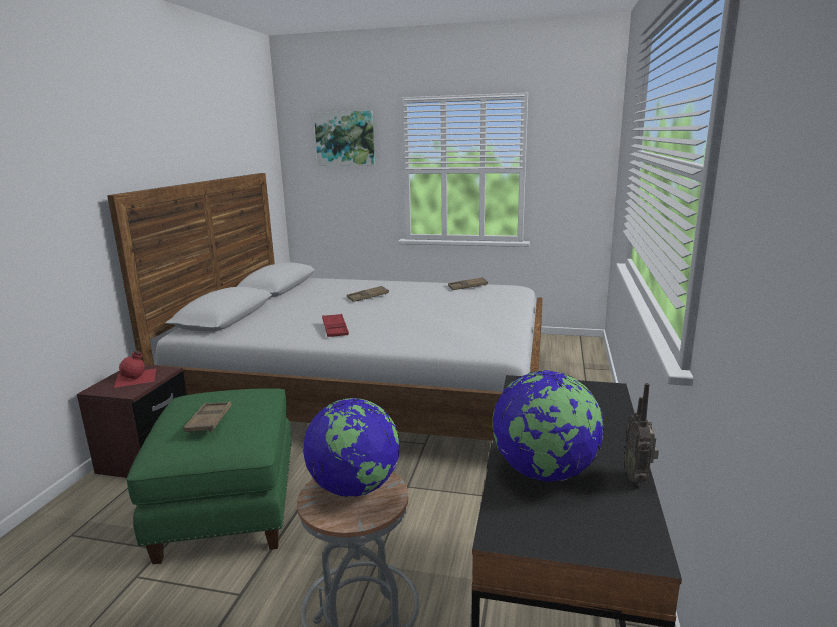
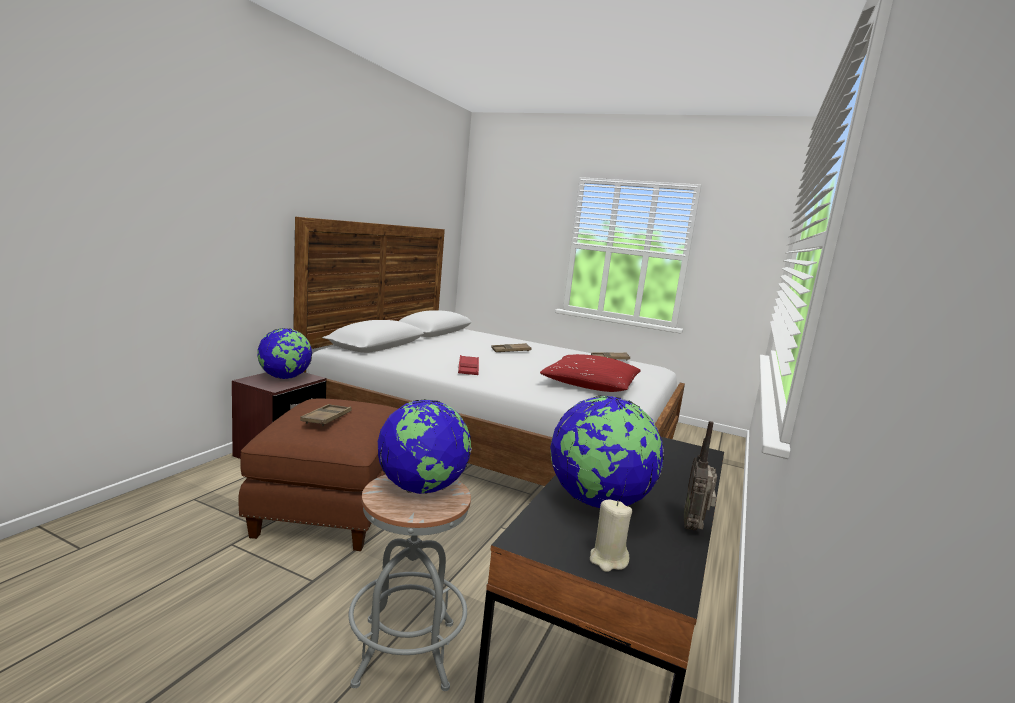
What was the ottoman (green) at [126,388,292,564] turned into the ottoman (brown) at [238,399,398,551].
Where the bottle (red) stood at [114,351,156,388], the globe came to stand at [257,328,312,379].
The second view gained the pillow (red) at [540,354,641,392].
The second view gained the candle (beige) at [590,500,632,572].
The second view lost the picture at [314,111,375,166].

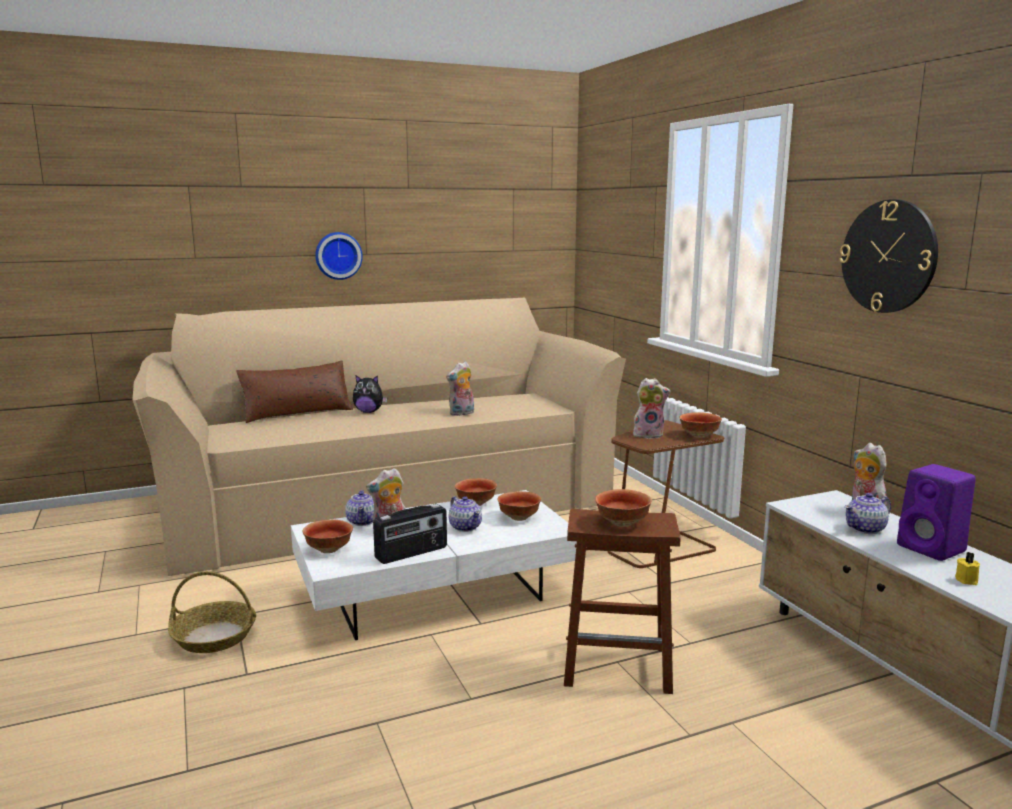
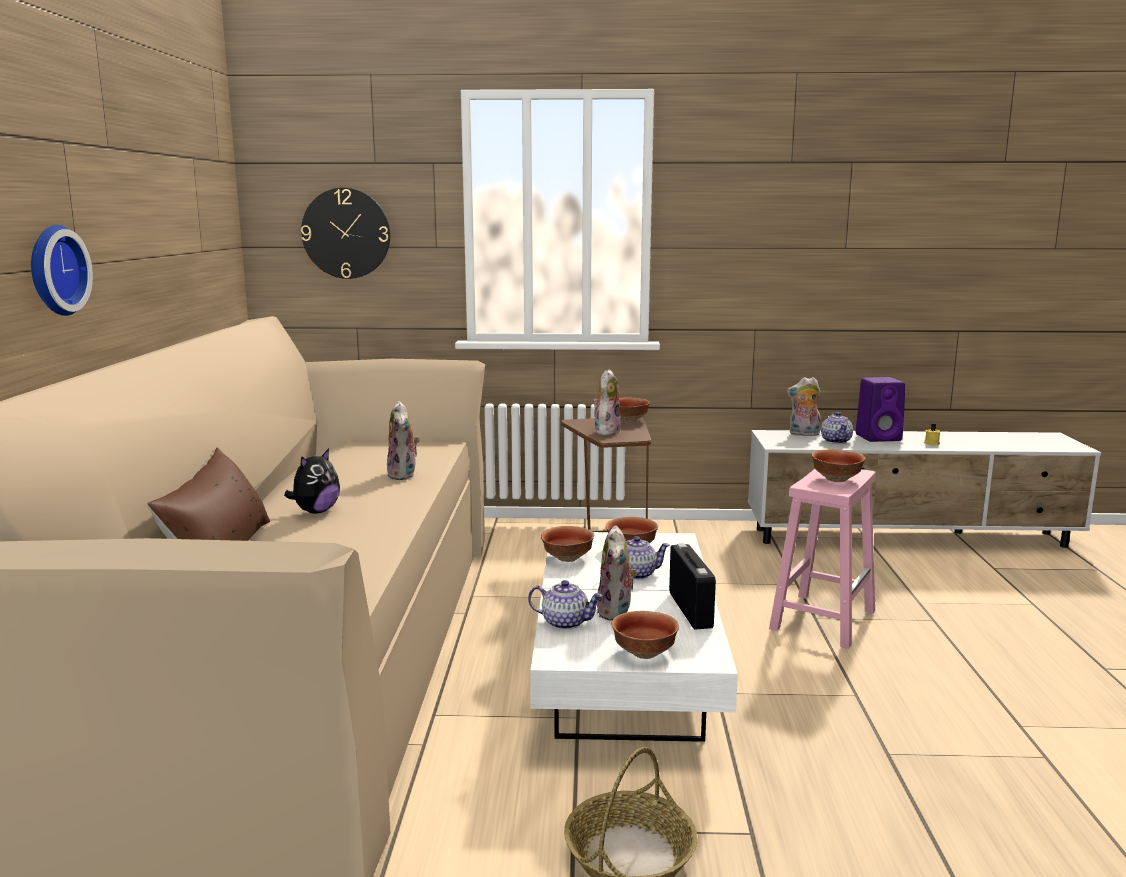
The wall clock ended up elsewhere, having gone from [839,199,938,313] to [301,188,390,279].
What was the stool (brown) at [564,509,680,694] turned into the stool (pink) at [769,469,876,649].

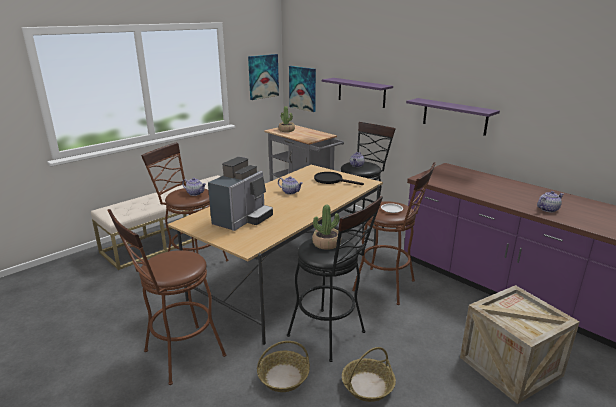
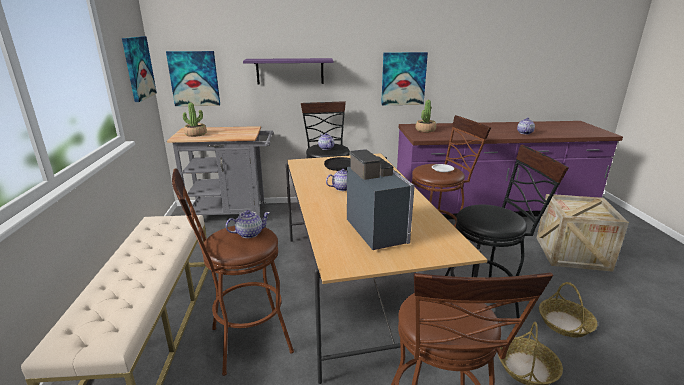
Where the shelf (purple) hung at [406,98,500,136], the picture came to hang at [381,52,428,105].
The potted plant ended up elsewhere, having gone from [312,204,341,250] to [416,100,436,132].

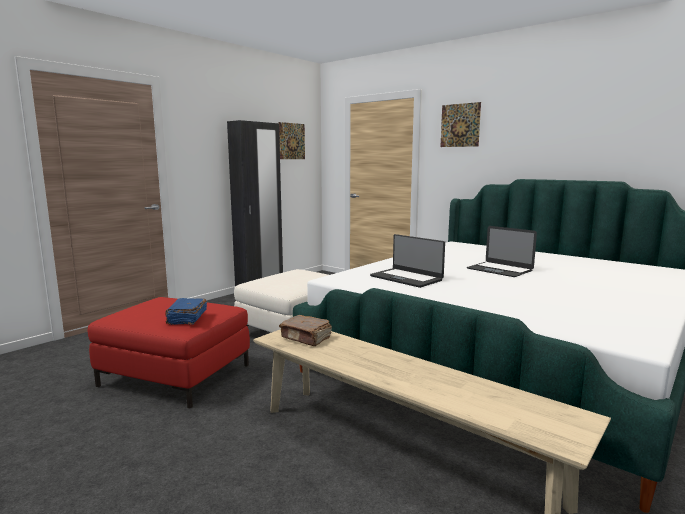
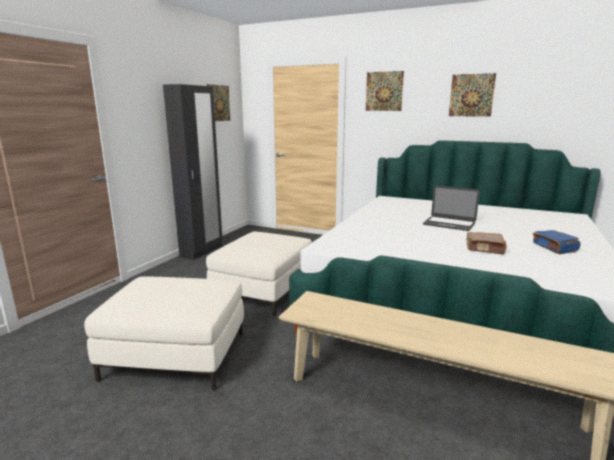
What was the ottoman (red) at [88,297,250,409] turned into the ottoman (white) at [84,276,244,390].
The second view gained the picture at [449,73,496,117].
The book (brown) ended up elsewhere, having gone from [279,315,332,346] to [466,232,507,254].
The book (blue) ended up elsewhere, having gone from [165,298,207,325] to [533,230,581,254].
The second view lost the laptop at [370,234,445,288].

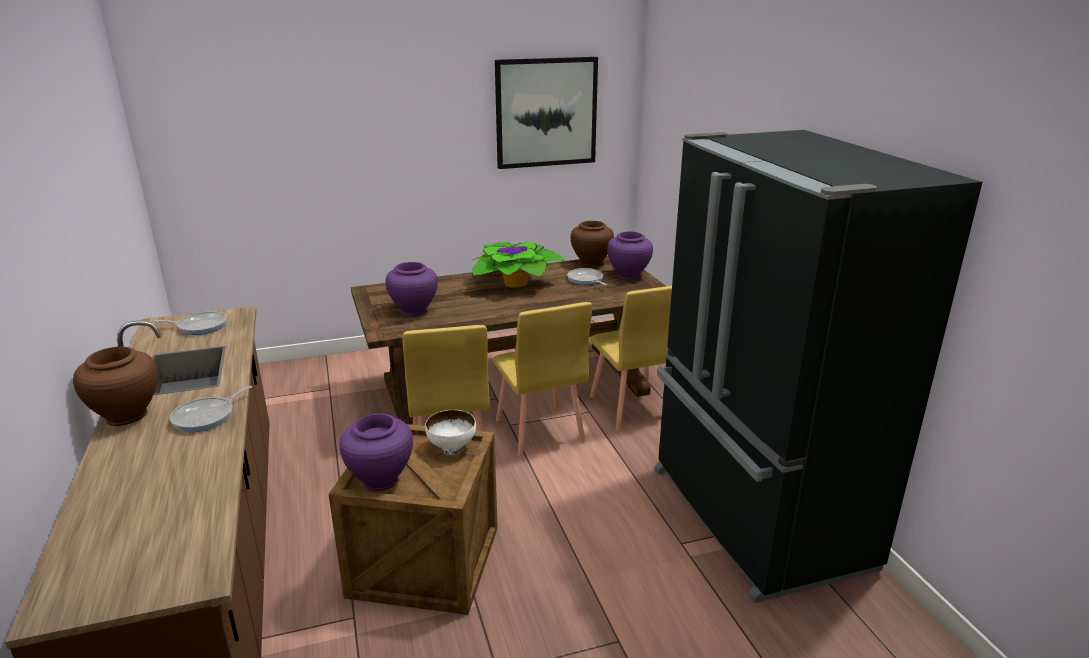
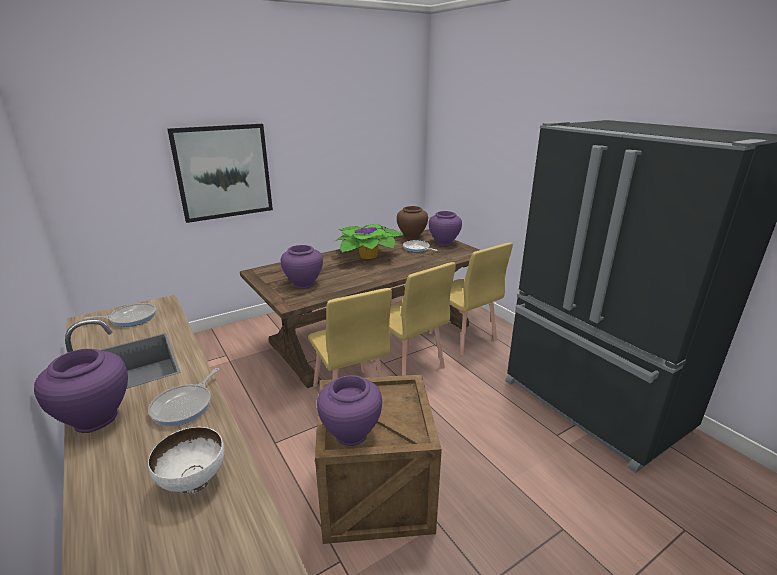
What was the vase (brown) at [73,346,158,426] turned into the vase (purple) at [34,349,128,433].
The bowl (white) ended up elsewhere, having gone from [425,410,476,455] to [148,427,225,494].
The picture ended up elsewhere, having gone from [495,57,598,169] to [167,124,273,223].

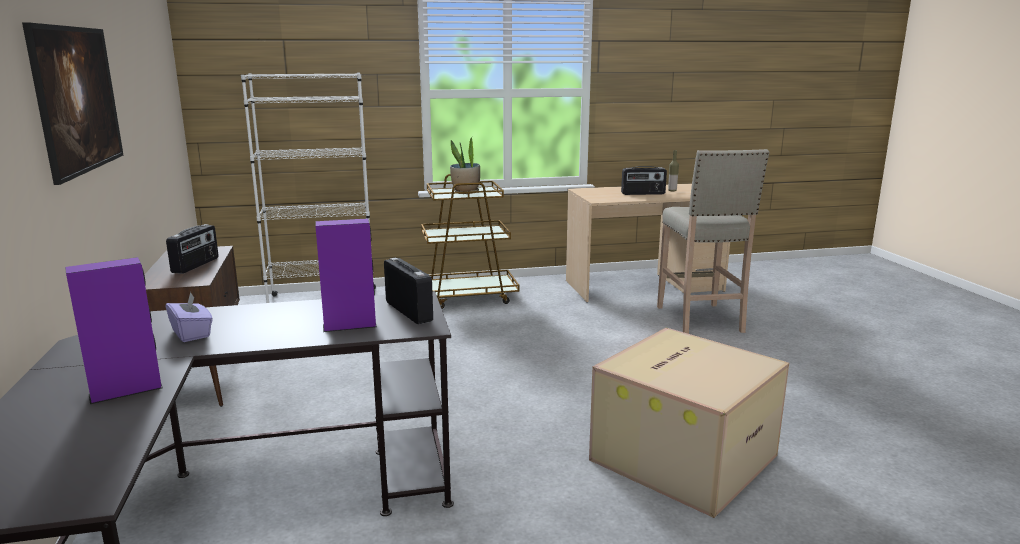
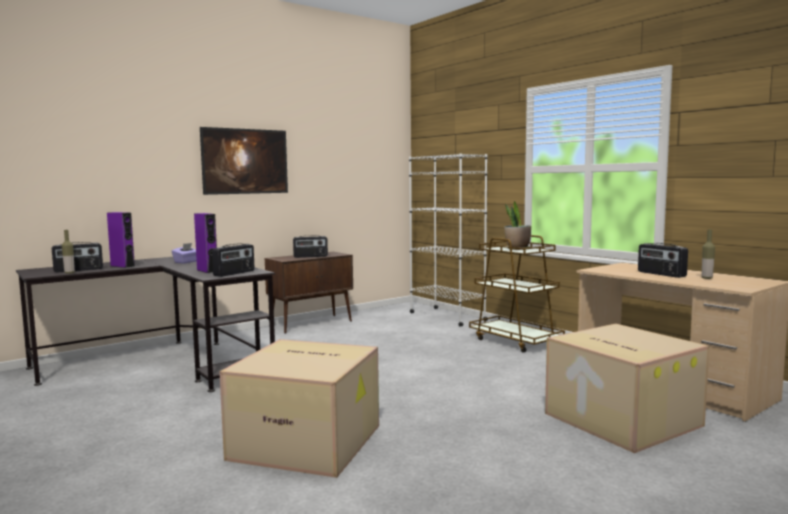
The second view gained the radio at [52,242,103,272].
The second view gained the bottle at [62,230,75,274].
Where the stool (beige) stood at [657,149,769,334], the cardboard box came to stand at [545,324,709,453].

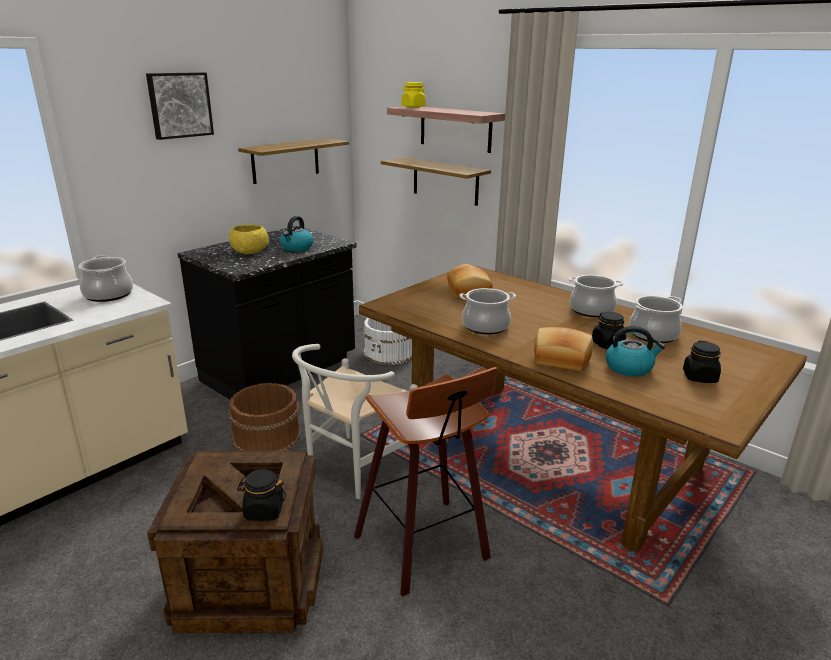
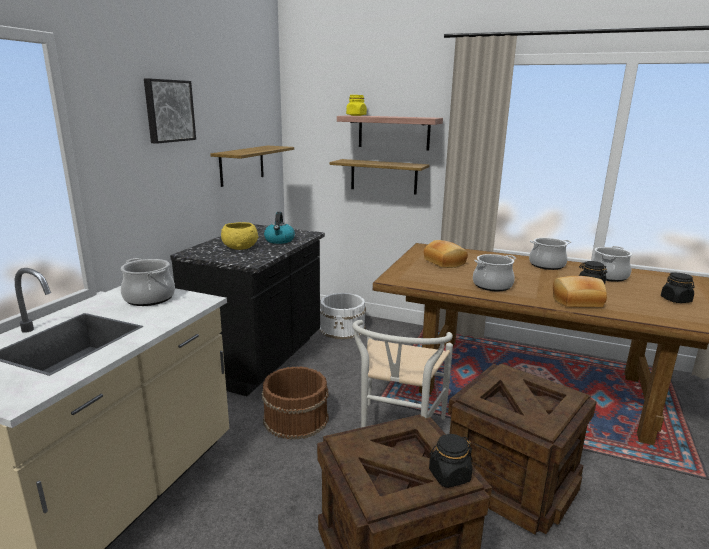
Where the stool stood at [354,367,498,597], the crate came to stand at [448,363,596,534].
The second view lost the kettle at [606,326,665,377].

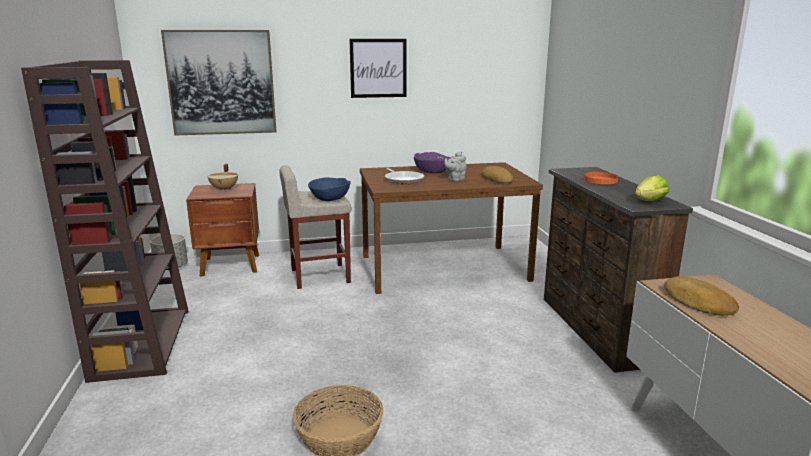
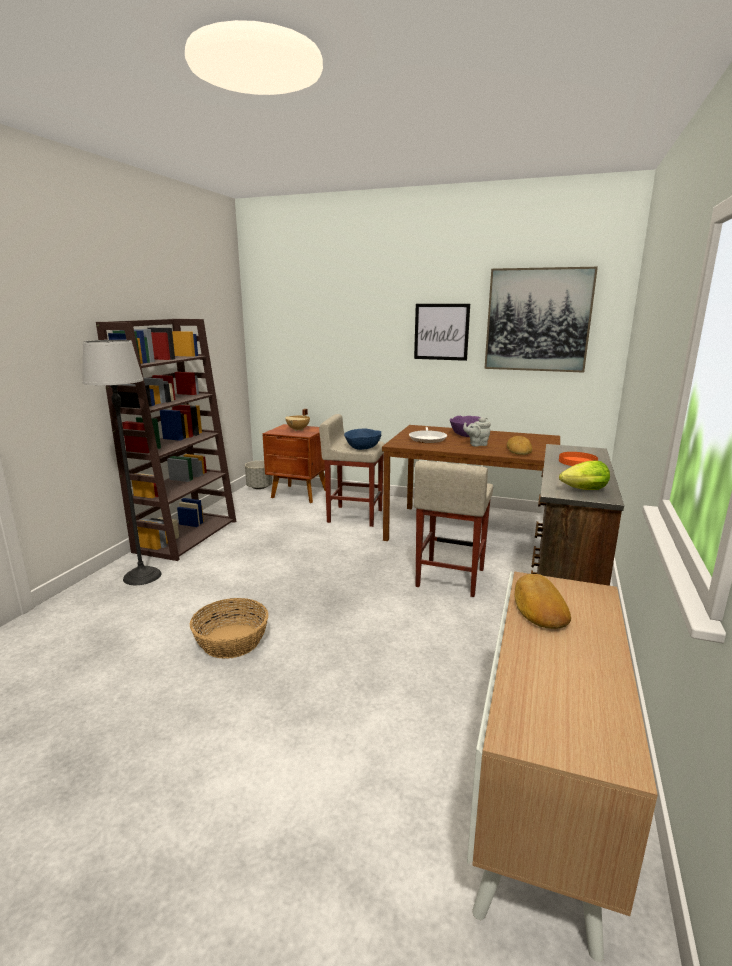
The second view gained the floor lamp at [82,340,161,585].
The second view gained the stool (beige) at [414,461,493,597].
The picture ended up elsewhere, having gone from [161,30,277,136] to [484,267,598,373].

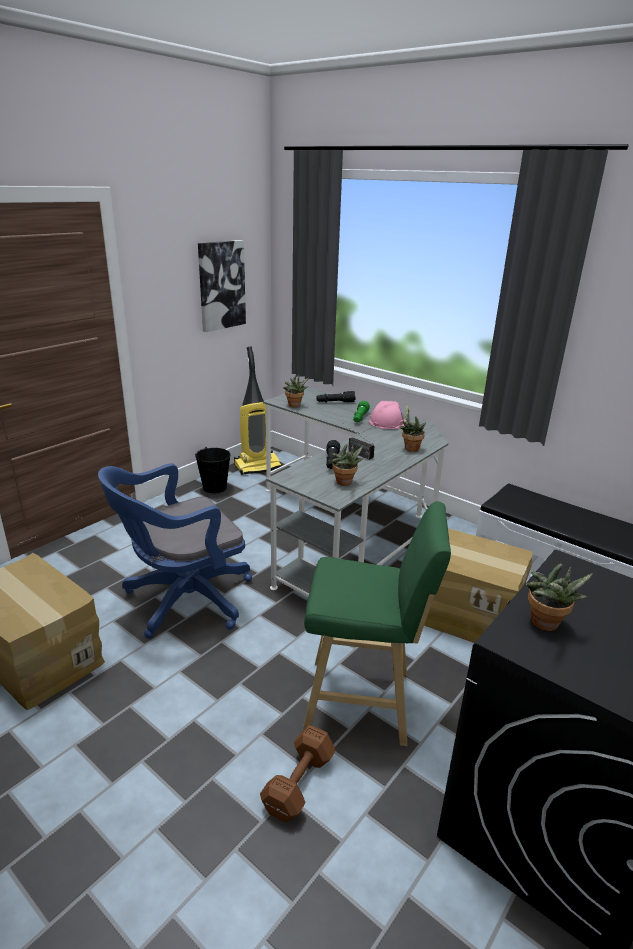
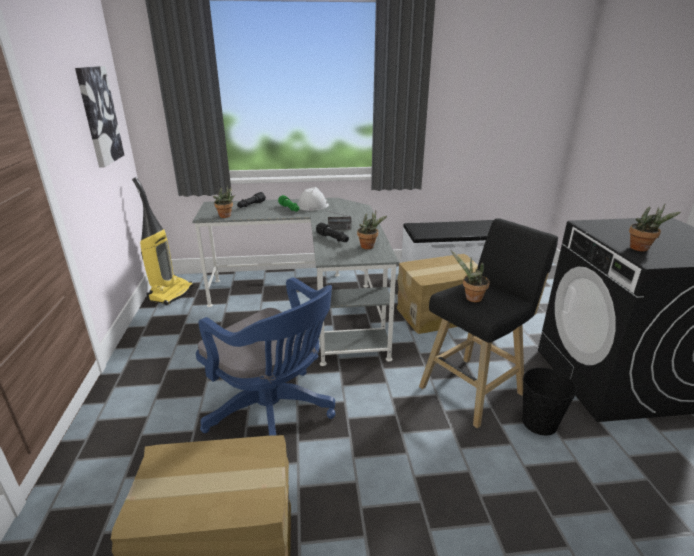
The office chair (blue) at [98,463,252,639] ended up facing another way, 60 degrees counterclockwise from before.
What was the hard hat (pink) at [369,401,406,429] turned into the hard hat (white) at [298,187,329,211].
What was the stool (green) at [303,502,451,746] turned into the stool (black) at [419,218,558,428].
The potted plant ended up elsewhere, having gone from [399,402,426,452] to [451,251,490,302].
The bucket (black) ended up elsewhere, having gone from [195,447,231,493] to [522,368,578,436].
The second view lost the dumbbell (brown) at [260,725,336,822].

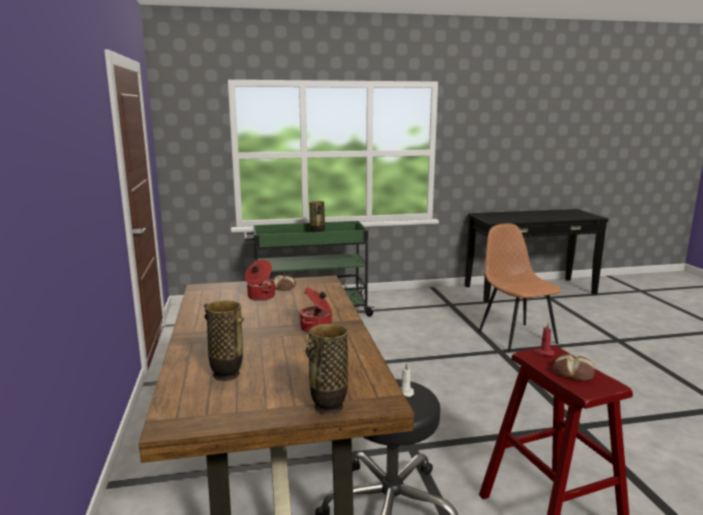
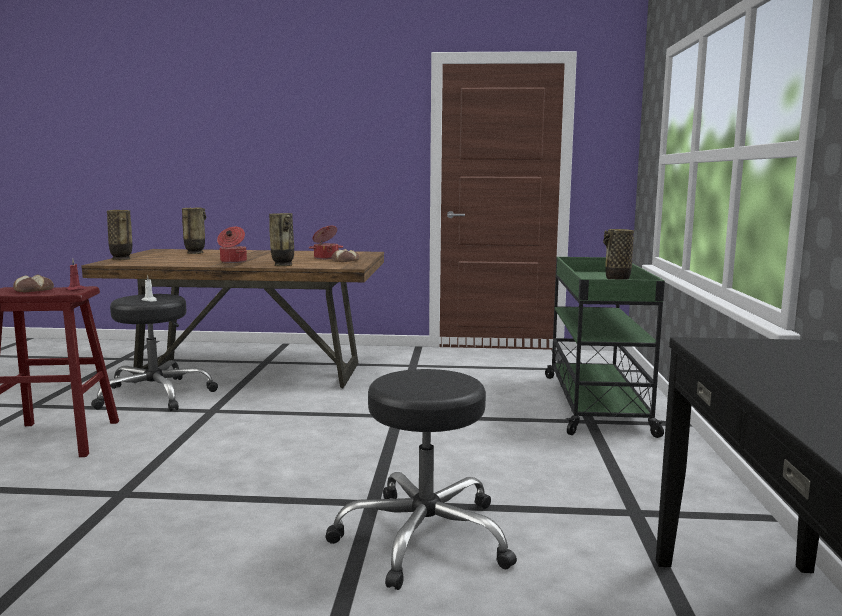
The second view gained the vase at [269,213,294,266].
Where the chair (brown) stood at [478,223,561,353], the stool (black) came to stand at [325,369,517,590].

